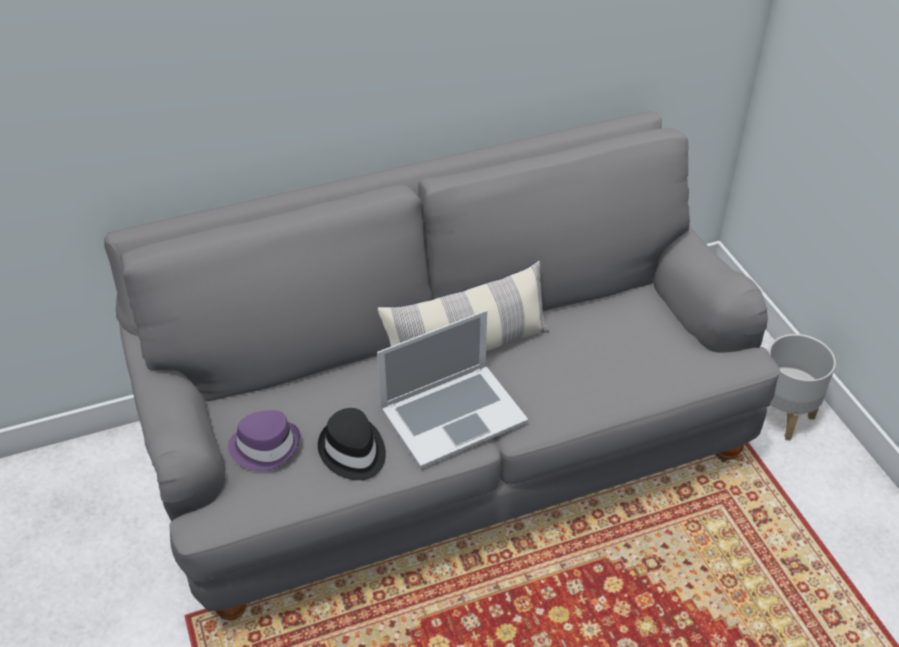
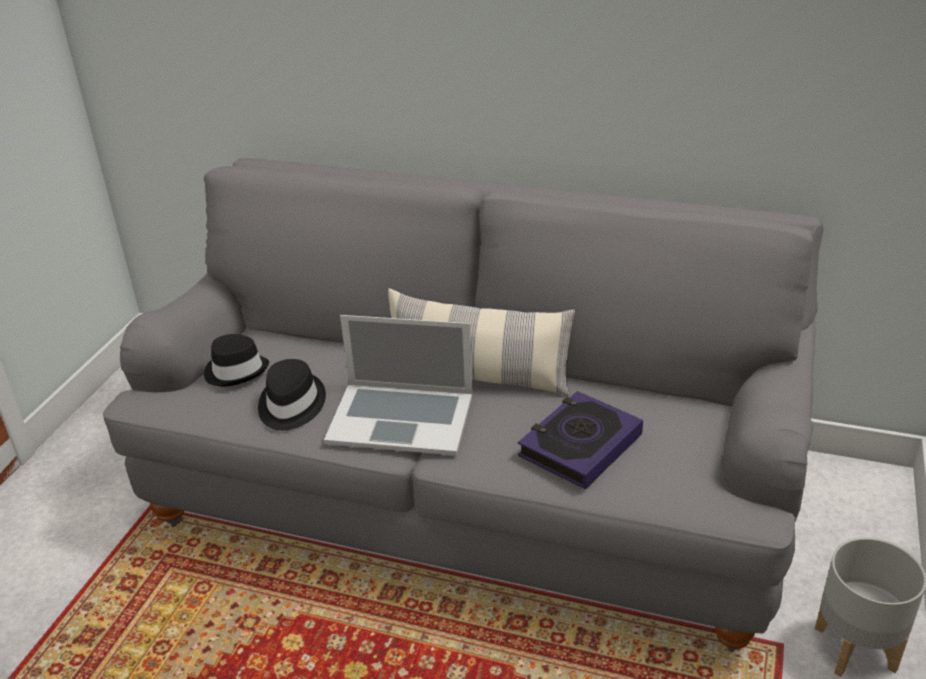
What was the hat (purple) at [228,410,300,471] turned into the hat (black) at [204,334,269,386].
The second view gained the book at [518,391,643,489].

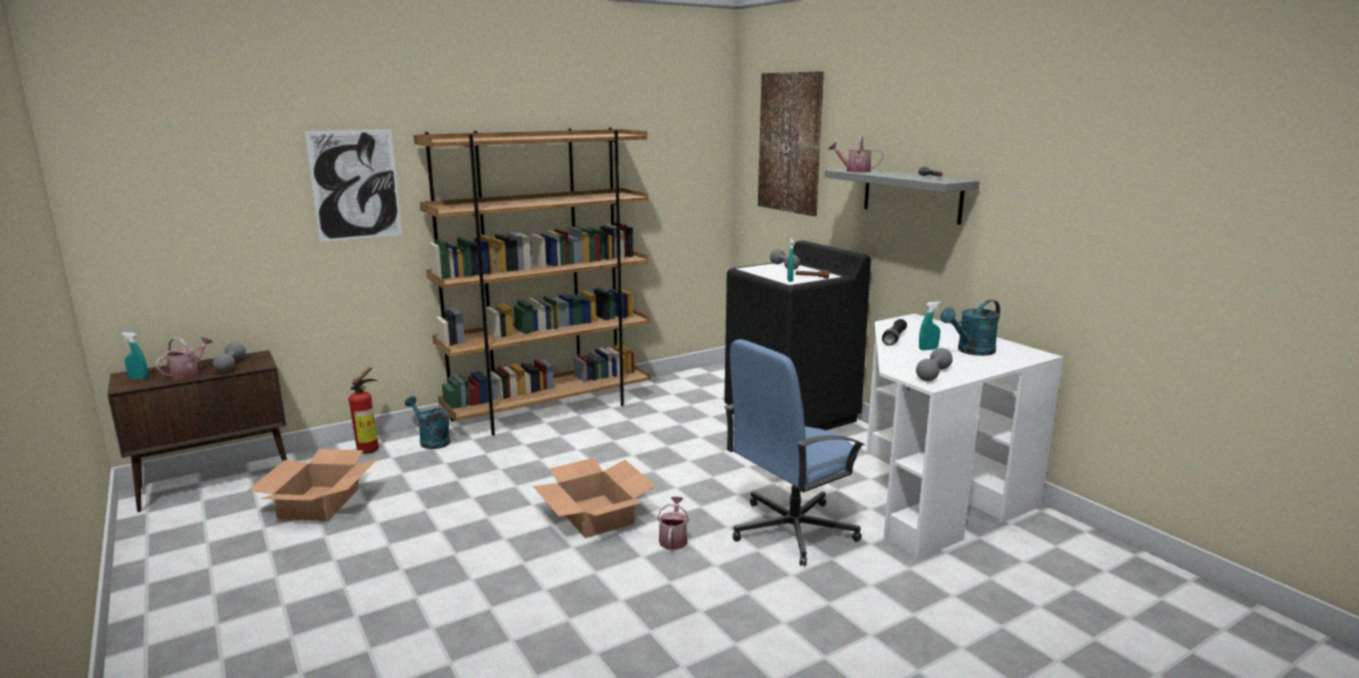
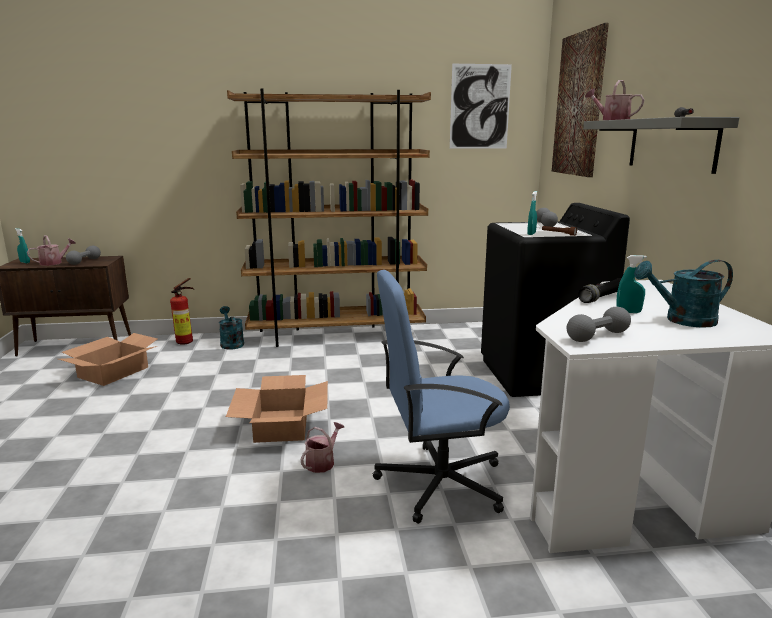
The picture ended up elsewhere, having gone from [305,129,402,242] to [450,64,512,149].

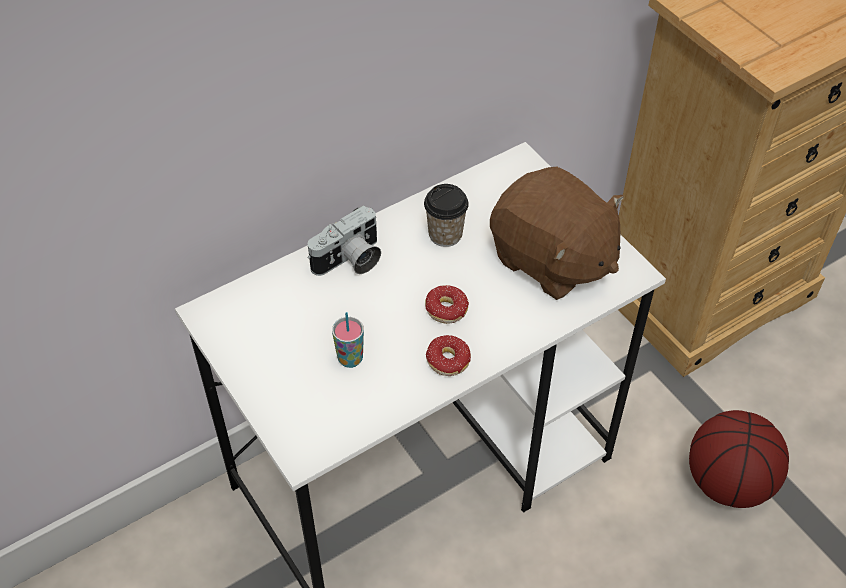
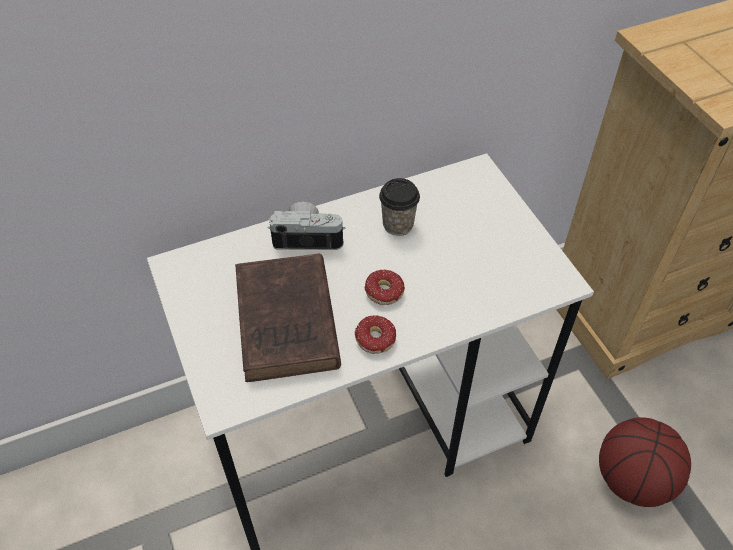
Where the cup stood at [332,312,364,368], the book (brown) came to stand at [235,253,341,382].
The photo camera at [307,205,381,276] ended up facing another way, 150 degrees counterclockwise from before.
The second view lost the plush toy (brown) at [490,166,624,300].

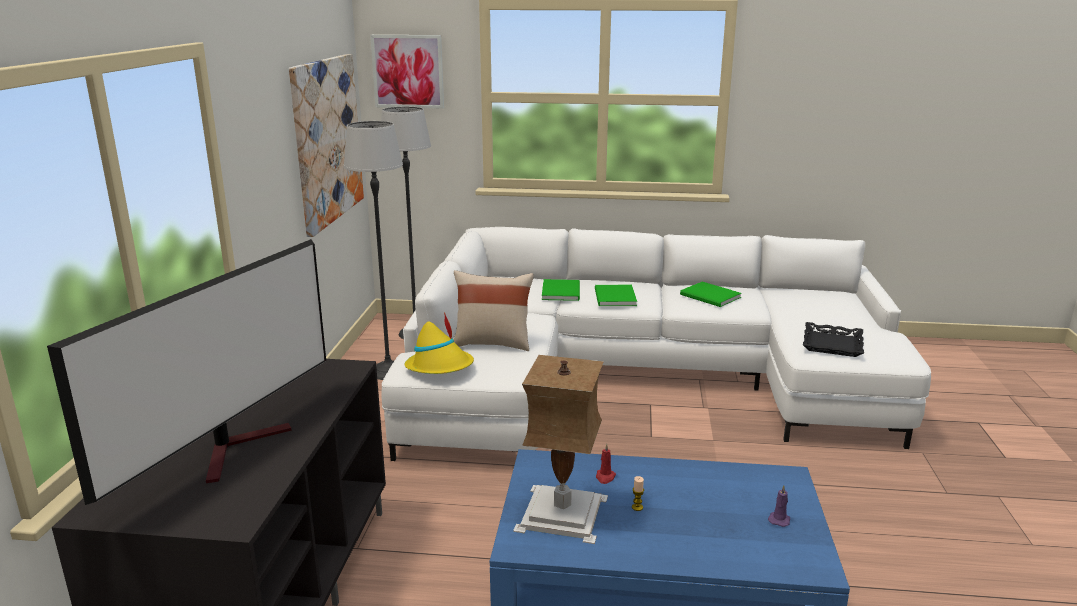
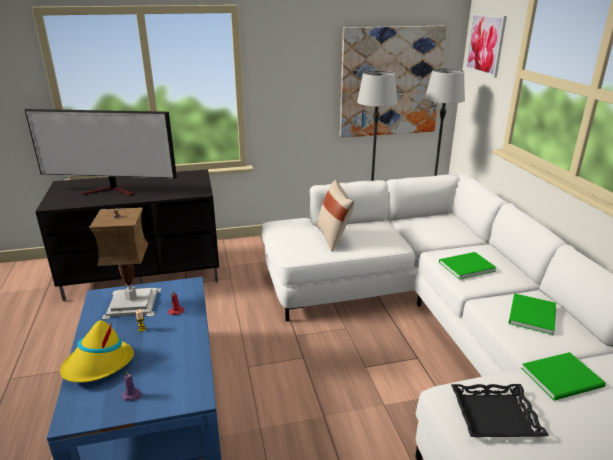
The hat (yellow) ended up elsewhere, having gone from [404,312,474,374] to [60,320,134,383].
The book (green) ended up elsewhere, having gone from [542,279,580,301] to [521,352,606,401].

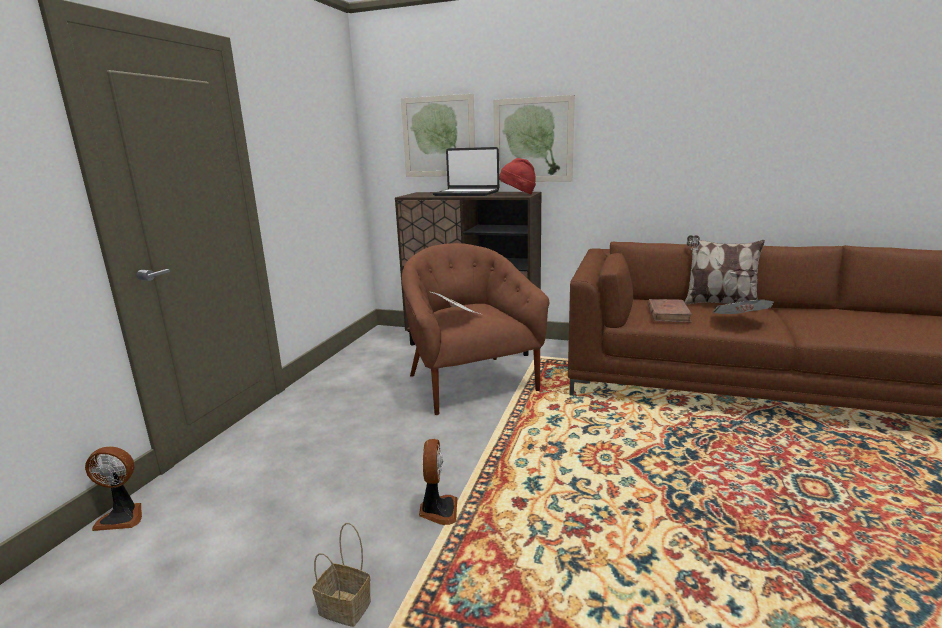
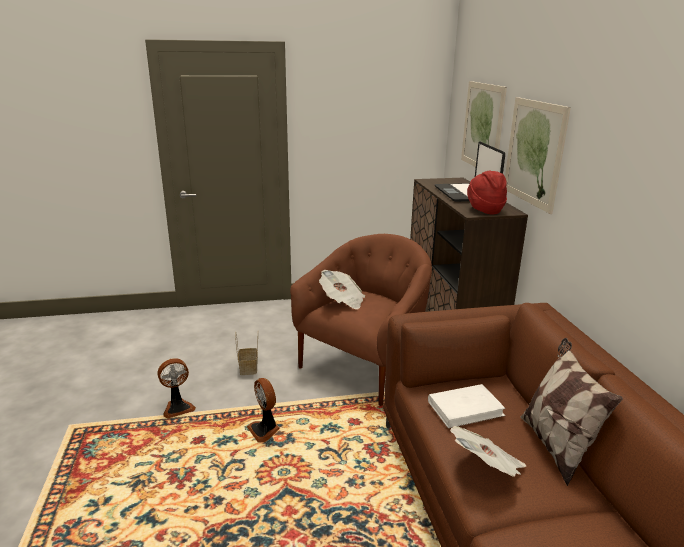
The basket ended up elsewhere, having gone from [312,523,371,627] to [235,332,258,375].
The fan ended up elsewhere, having gone from [85,446,142,531] to [247,378,280,442].
What was the book (brown) at [648,299,692,322] turned into the book (white) at [428,384,506,428].

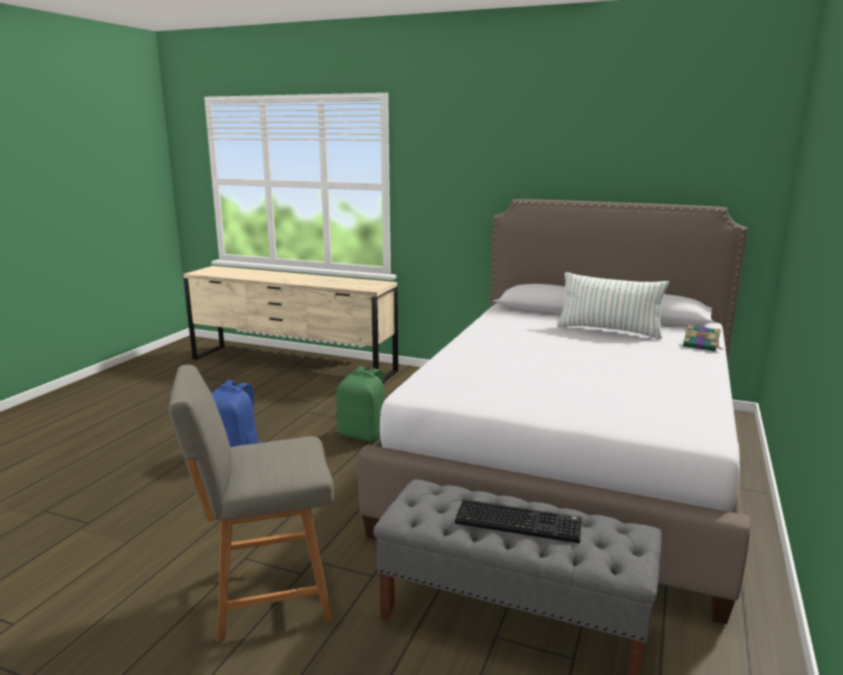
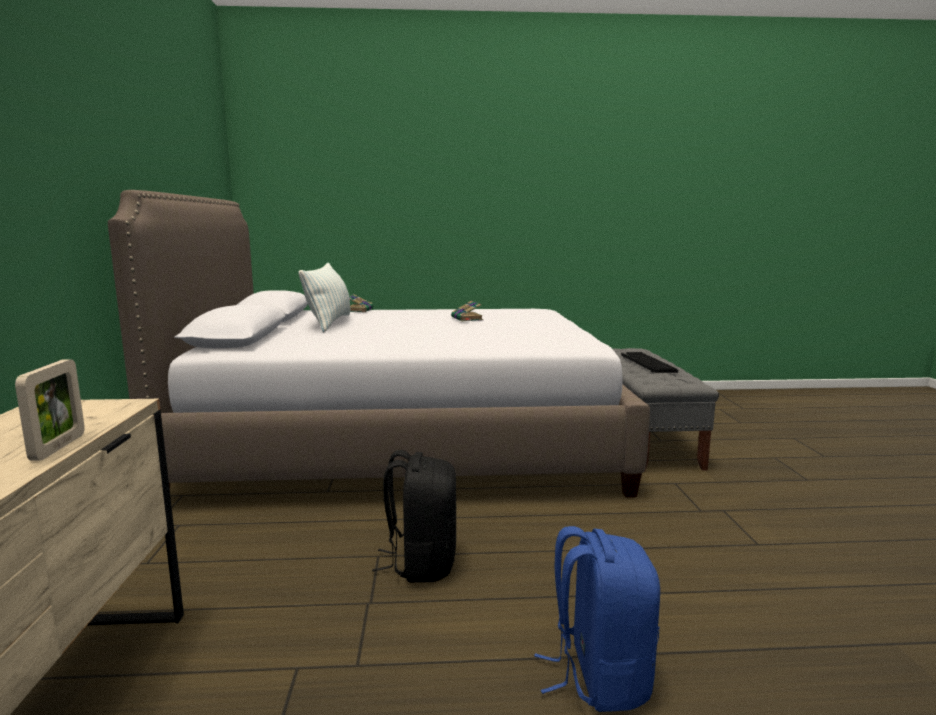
The second view gained the picture frame at [15,359,85,461].
What was the backpack (green) at [336,366,385,442] turned into the backpack (black) at [372,450,456,583].
The second view gained the book at [451,301,484,321].
The second view lost the chair (grey) at [169,365,334,642].

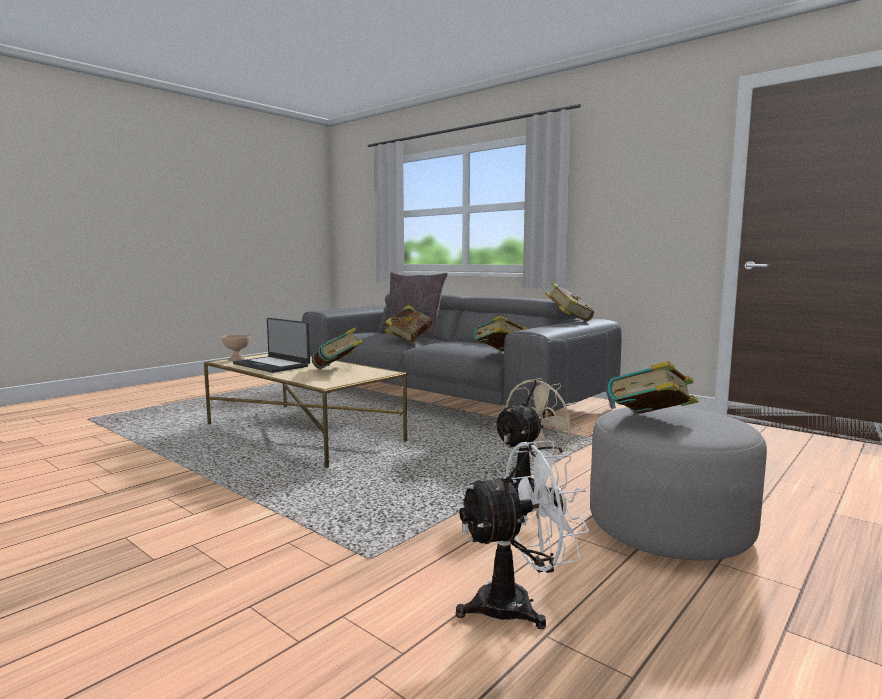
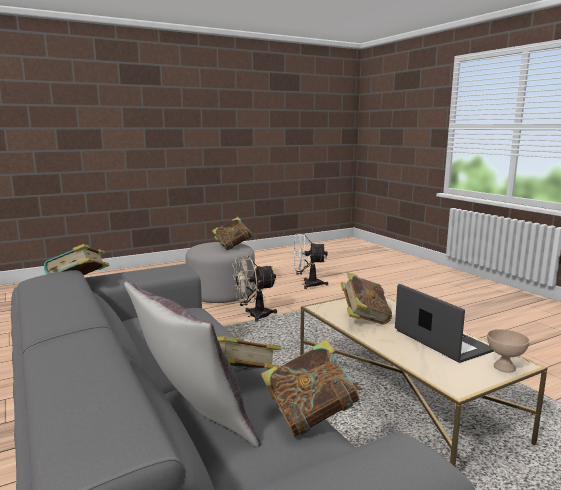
The book ended up elsewhere, having gone from [474,316,528,351] to [261,339,362,436].

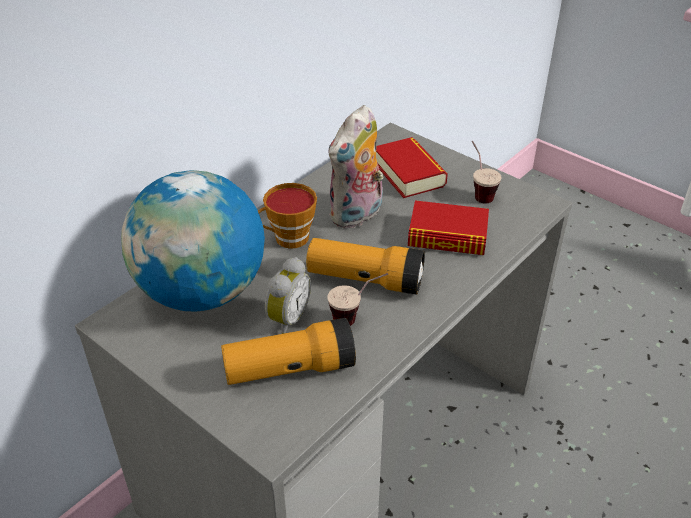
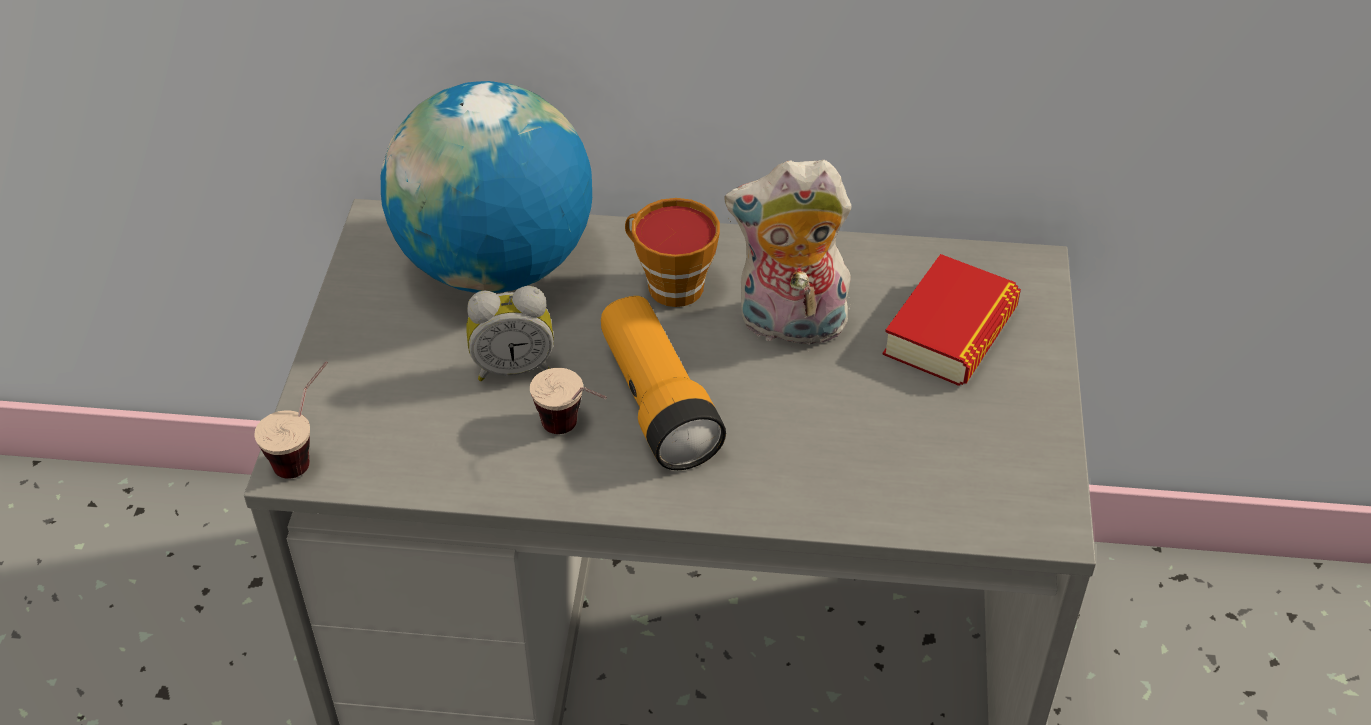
The cup ended up elsewhere, having gone from [472,141,502,203] to [254,361,328,479].
The second view lost the flashlight at [221,318,356,385].
The second view lost the book at [408,200,489,255].

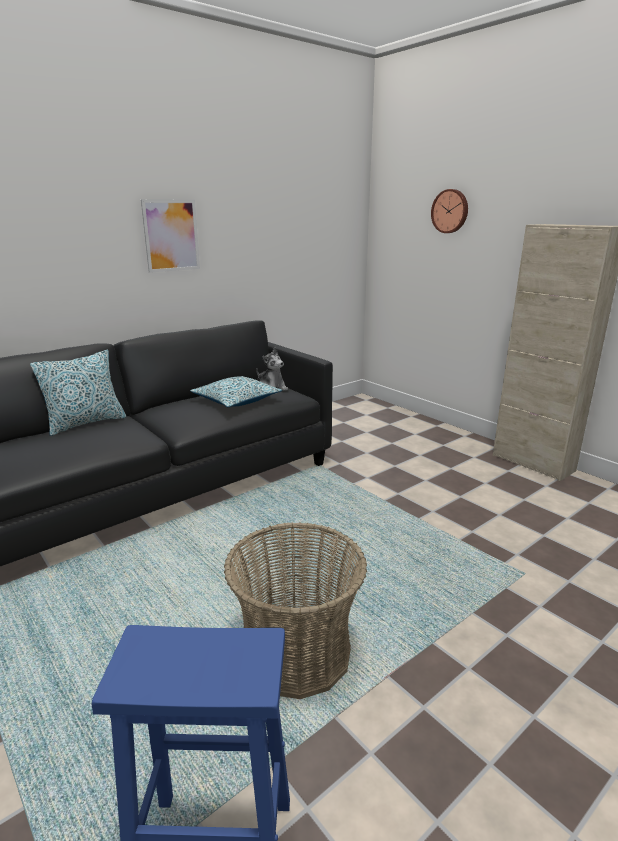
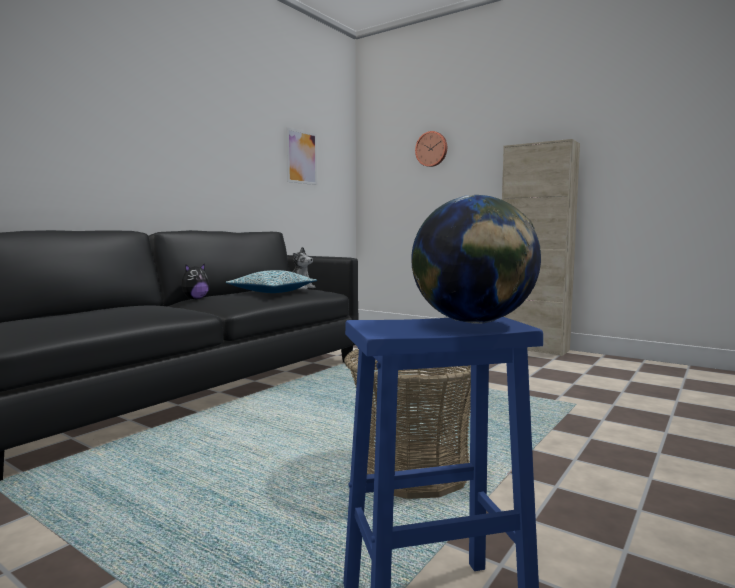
The second view gained the plush toy at [181,263,210,299].
The picture ended up elsewhere, having gone from [141,199,200,273] to [286,127,317,185].
The second view gained the globe at [411,195,541,324].
The second view lost the pillow at [30,350,126,436].

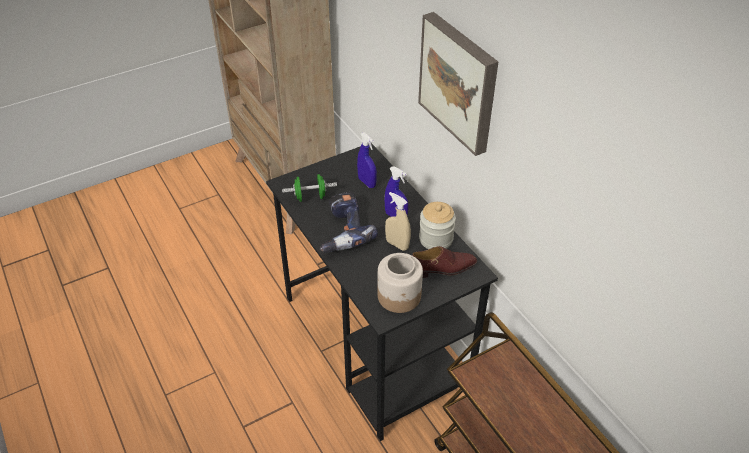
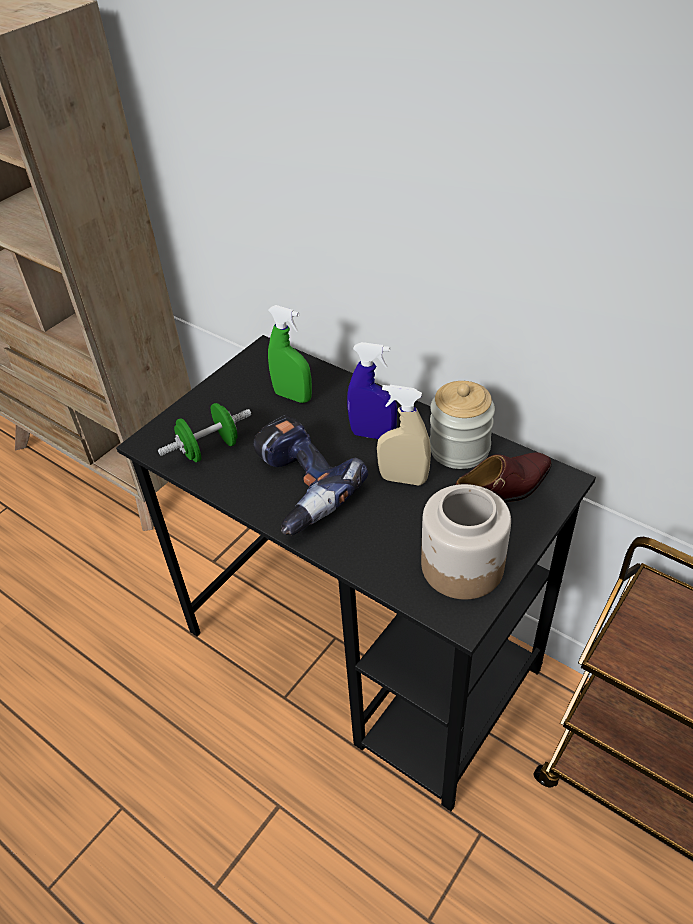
What was the spray bottle (blue) at [357,132,377,188] turned into the spray bottle (green) at [268,305,312,403].
The second view lost the picture at [418,12,498,156].

